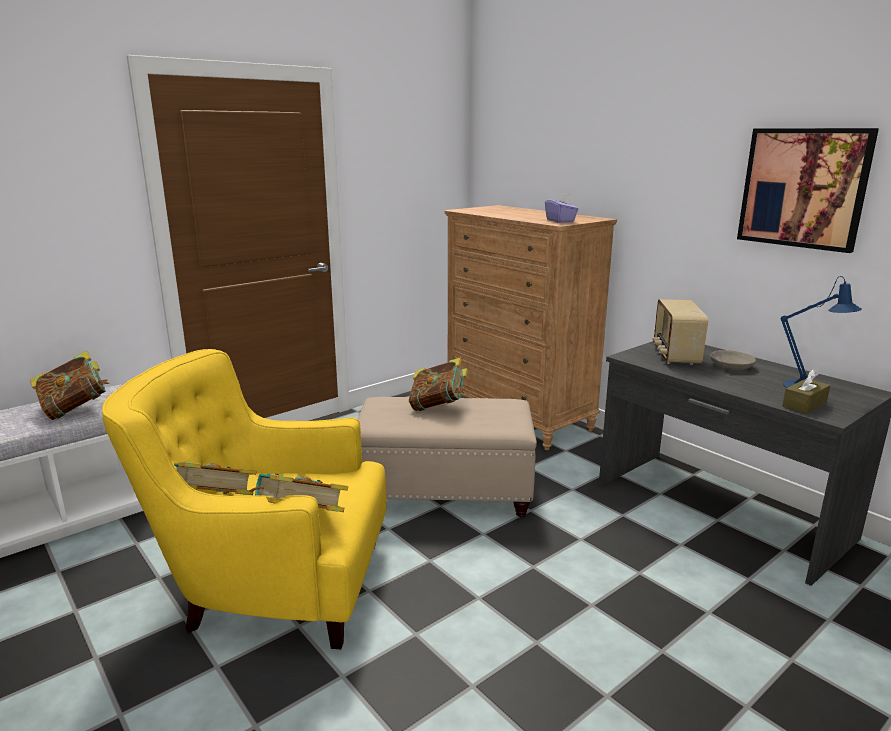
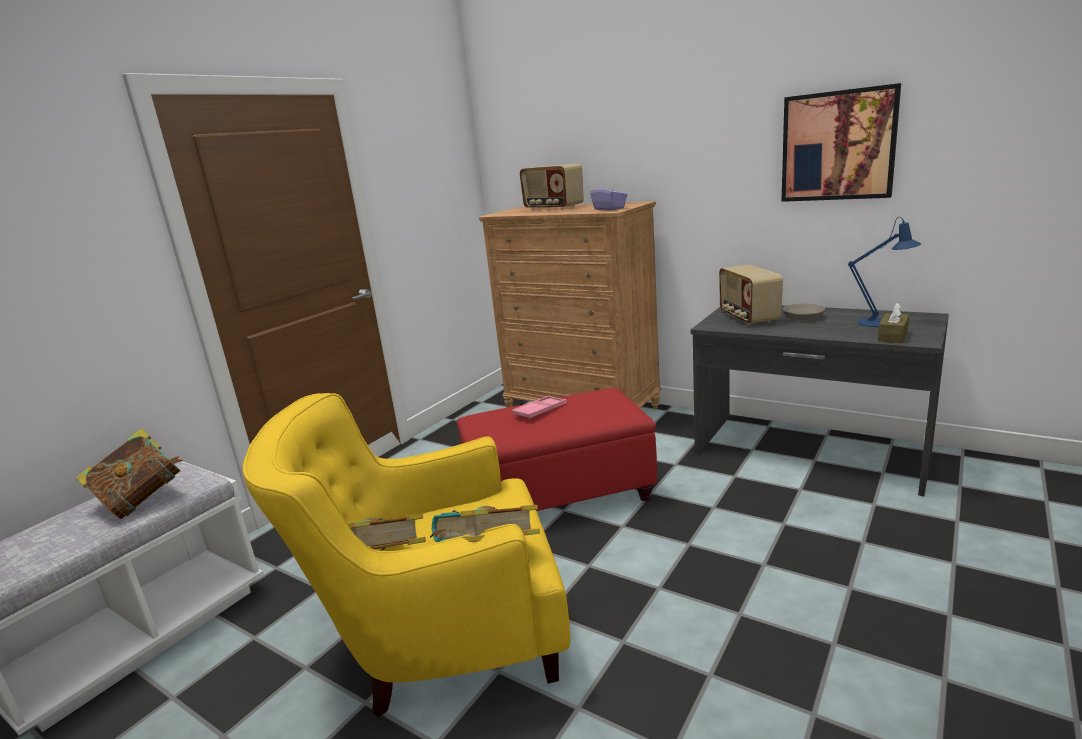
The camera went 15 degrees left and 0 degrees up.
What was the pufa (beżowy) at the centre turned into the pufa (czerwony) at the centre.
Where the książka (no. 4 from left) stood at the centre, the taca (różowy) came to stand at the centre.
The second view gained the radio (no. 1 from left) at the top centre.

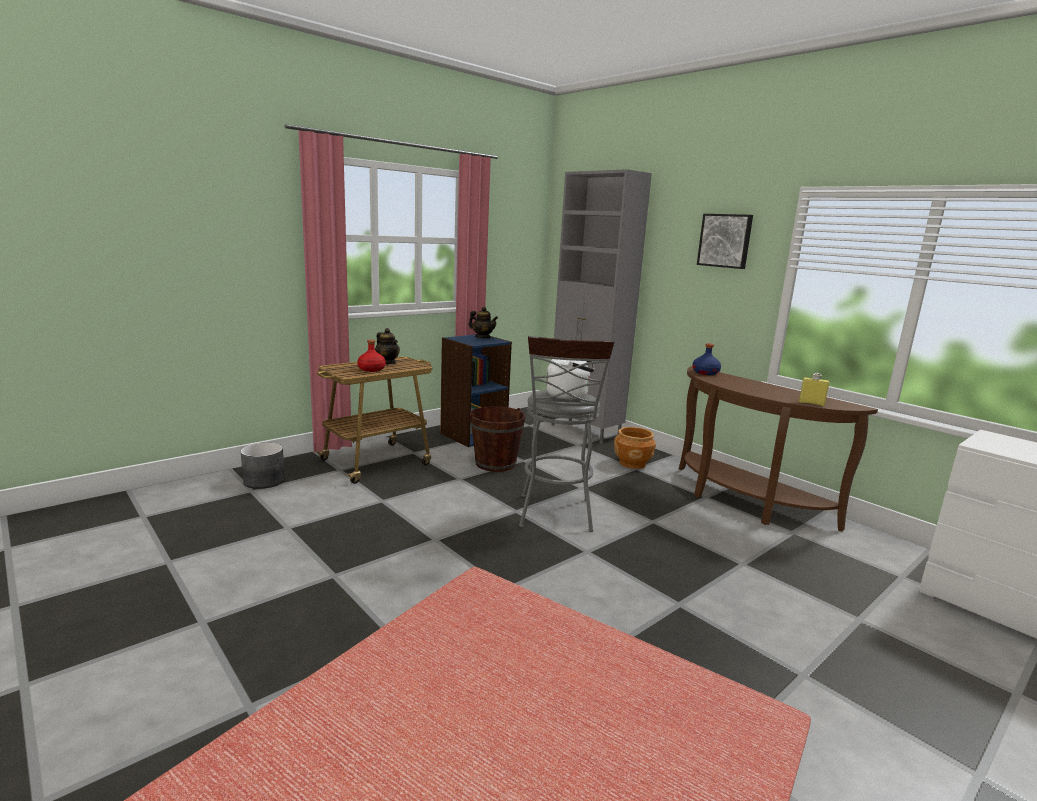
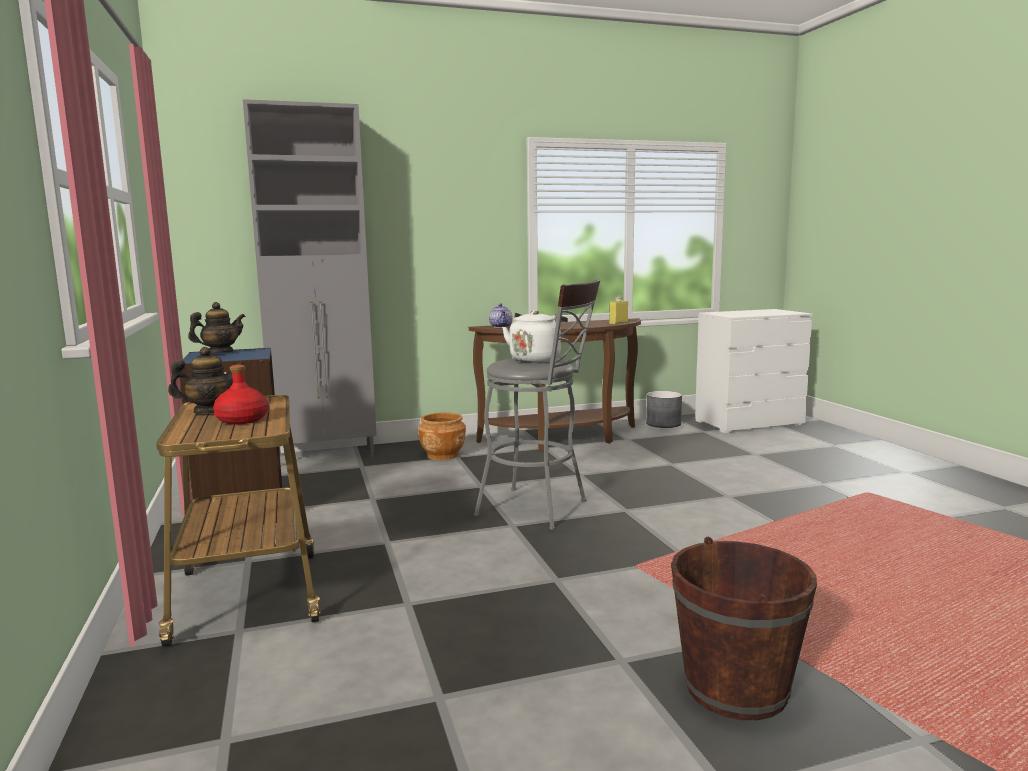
The camera went 65 degrees left and 5 degrees down.
Where the butelka (niebieski) stood at the middle right, the imbryk (no. 3 from left) came to stand at the centre.
The donica (szary) ended up elsewhere, having gone from the middle left to the centre.
The wiadro (brązowy) ended up elsewhere, having gone from the centre to the bottom right.
The second view lost the obraz at the top right.

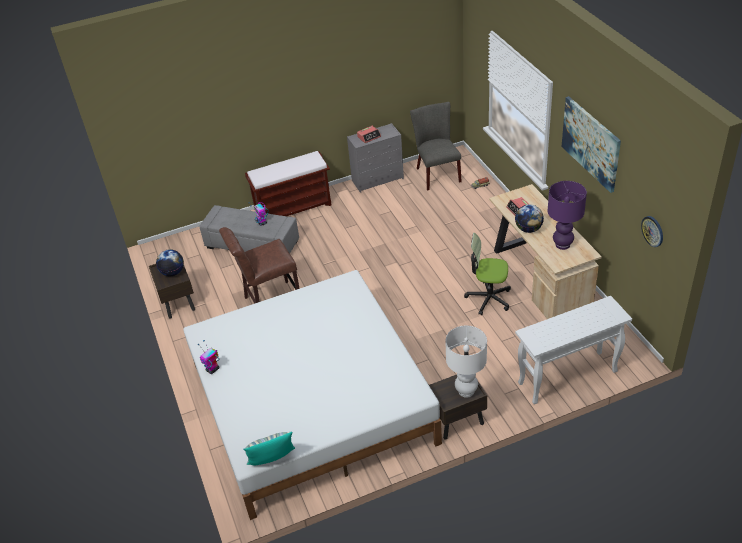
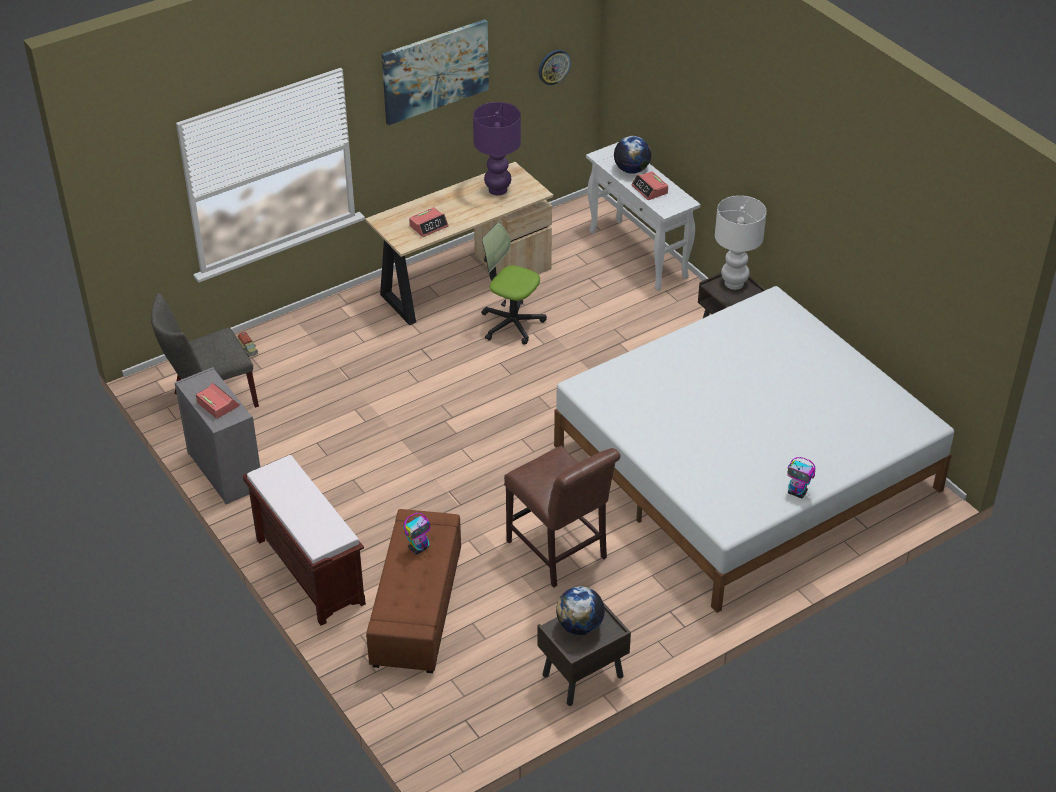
The camera went 105 degrees left and 0 degrees up.
What was the pufa (szary) at the centre turned into the pufa (brązowy) at the bottom centre.
The krzesło biurowe at the centre ended up facing another way, 120 degrees clockwise from before.
The globus (no. 2 from left) ended up elsewhere, having gone from the middle right to the top centre.
The second view gained the budzik (no. 3 from left) at the top centre.
The second view lost the poduszka at the bottom centre.

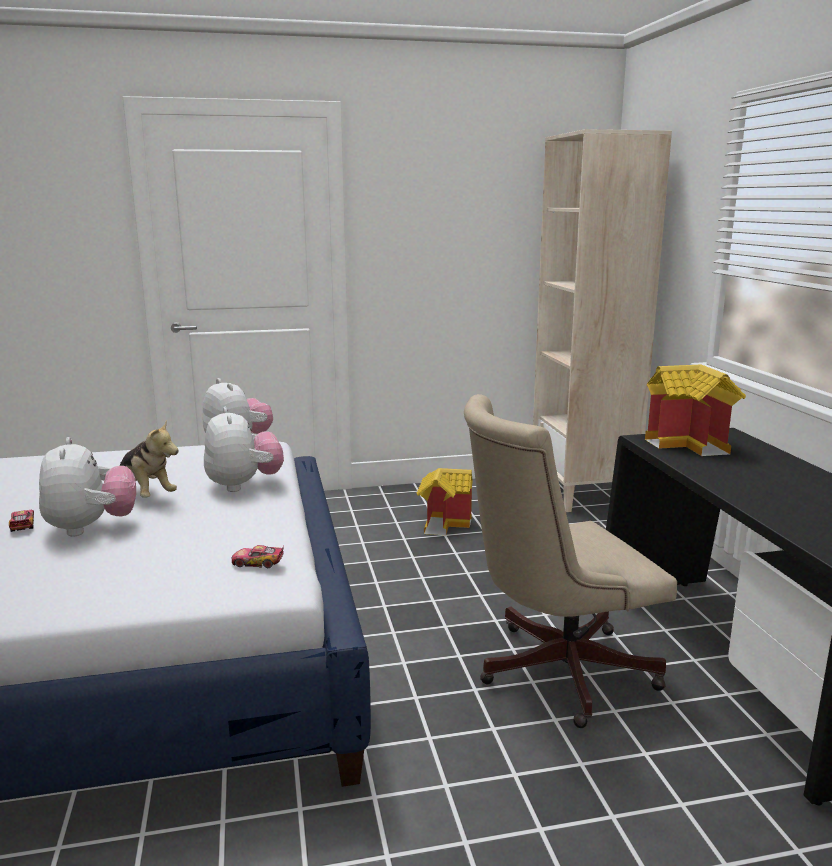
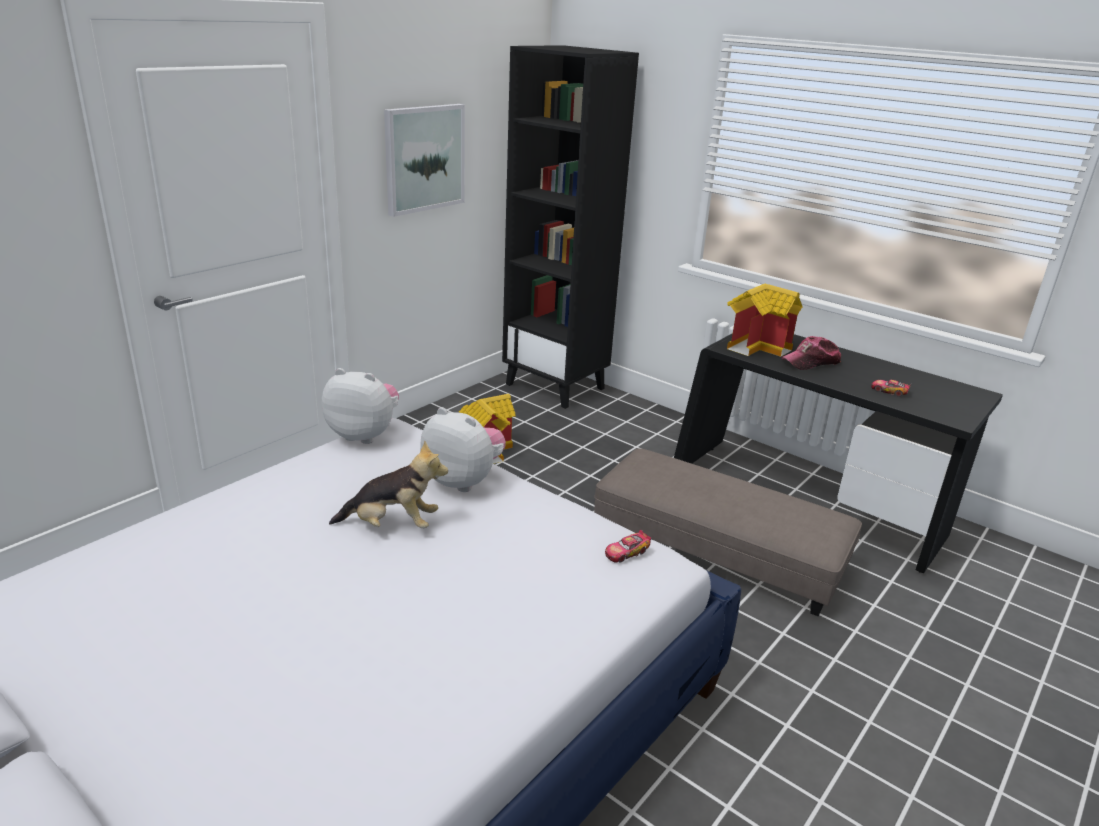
The camera went 40 degrees left and 10 degrees up.
The second view gained the obraz at the top centre.
What was the regał (beżowy) at the middle right turned into the regał (czarny) at the top centre.
Where the krzesło biurowe (beżowy) stood at the middle right, the pufa (szary) came to stand at the centre.
The second view gained the czapka z daszkiem at the middle right.
The samochodzik (no. 1 from left in the first image) ended up elsewhere, having gone from the middle left to the middle right.
The second view lost the pluszak (no. 1 from left) at the middle left.

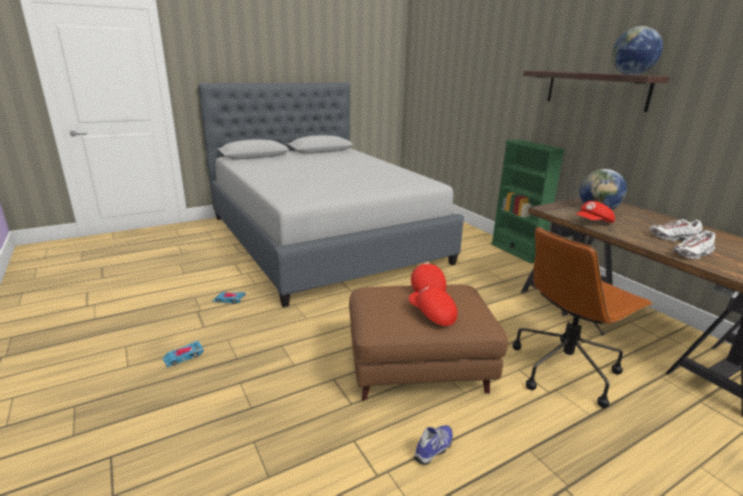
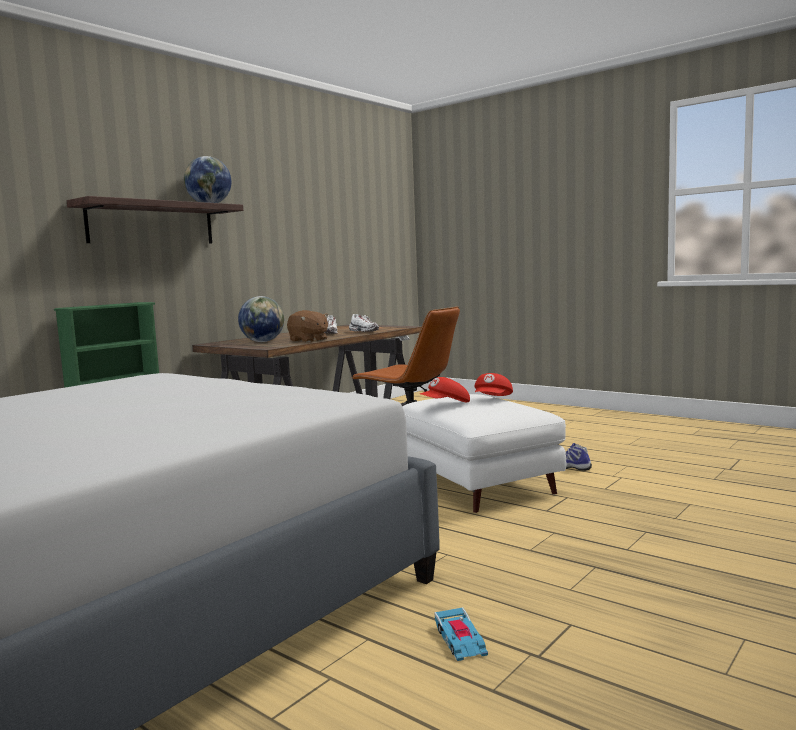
The camera went 110 degrees left and 15 degrees down.
Where the czapka z daszkiem (czerwony) (no. 3 from left) stood at the middle right, the pluszak (brązowy) came to stand at the centre.
What was the pufa (brązowy) at the bottom centre turned into the pufa (biały) at the centre.
The second view lost the samochodzik (no. 1 from left) at the bottom left.

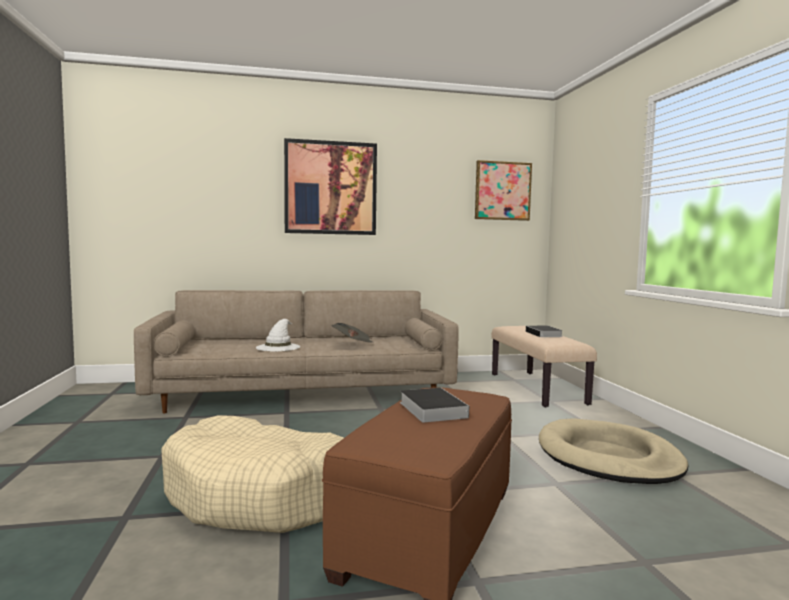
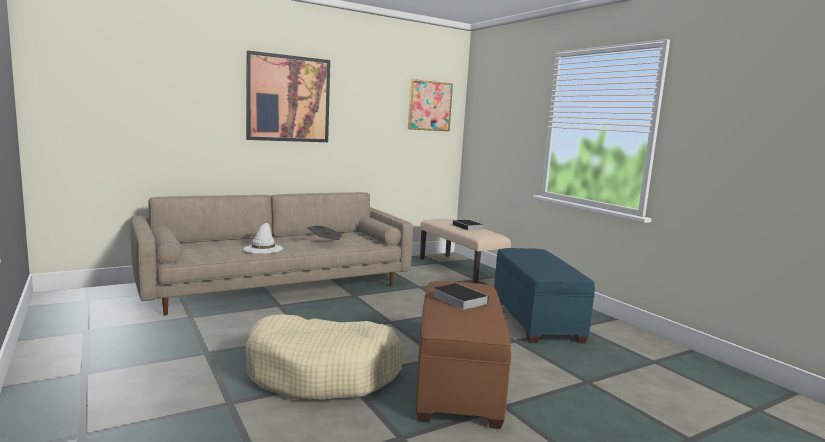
The camera went 20 degrees left and 5 degrees up.
Where the legowisko (beżowy) (no. 2 from left) stood at the bottom right, the pufa (niebieski) came to stand at the bottom centre.

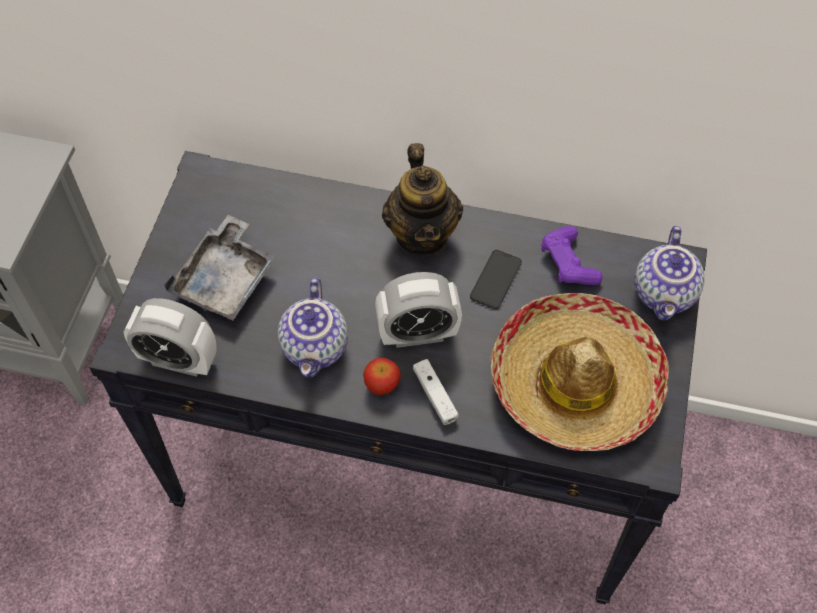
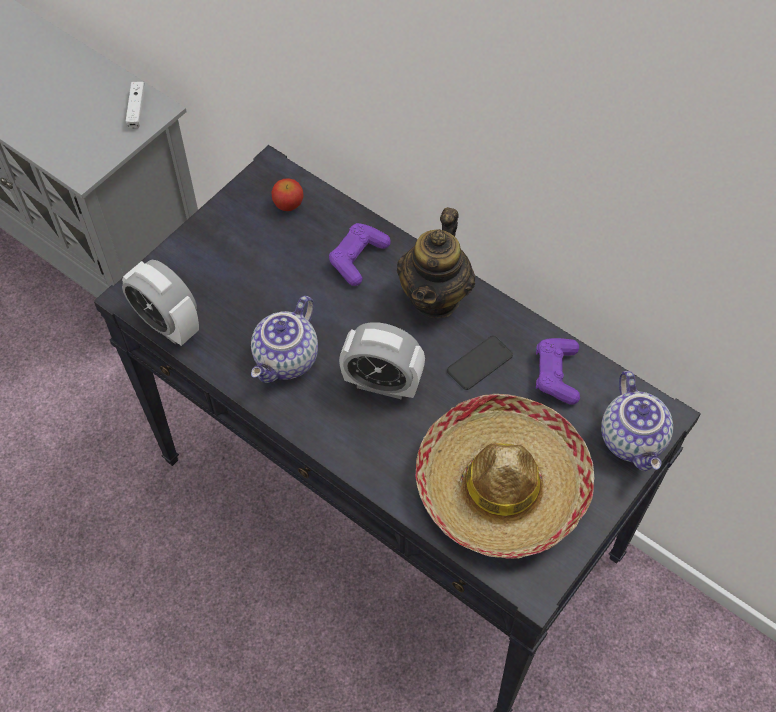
The camera went 25 degrees right and 0 degrees up.
The pad do gier (biały) ended up elsewhere, having gone from the centre to the top left.
The jabłko ended up elsewhere, having gone from the centre to the top centre.
The second view gained the pad do gier (fioletowy) (no. 1 from left) at the centre.
The imbryk (no. 3 from left) at the middle right ended up facing another way, 45 degrees counterclockwise from before.
The second view lost the taca (szary) at the middle left.

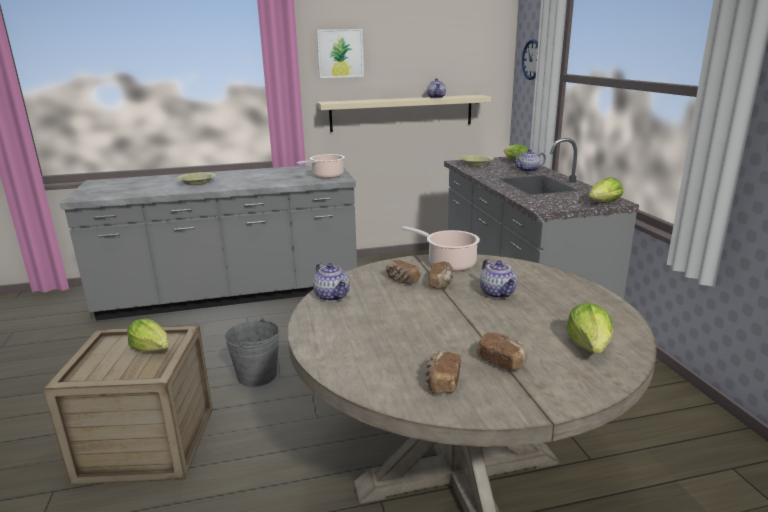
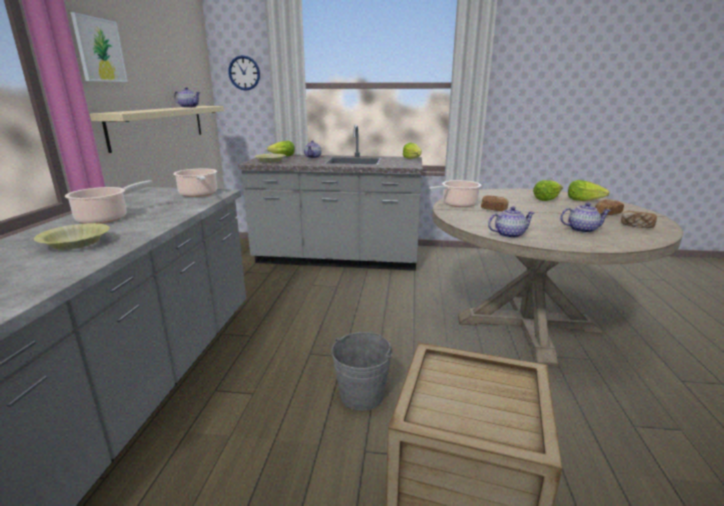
The camera went 70 degrees left and 0 degrees up.
The second view gained the garnek (no. 1 from left) at the middle left.
The sałata (no. 1 from left in the first image) ended up elsewhere, having gone from the middle left to the middle right.
The imbryk (no. 3 from left in the first image) ended up elsewhere, having gone from the centre to the middle right.
The second view lost the chleb (no. 1 from left) at the centre.

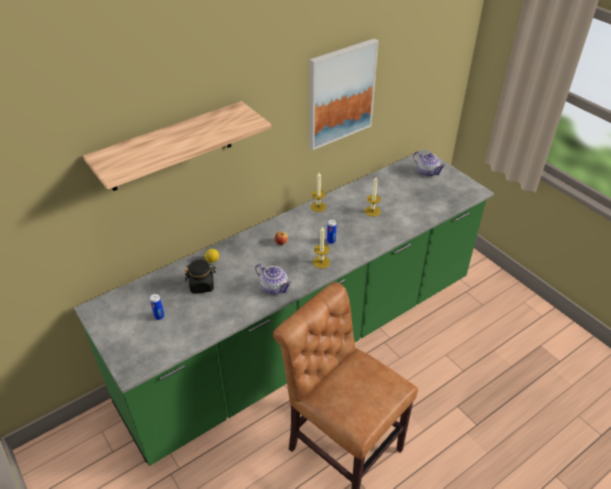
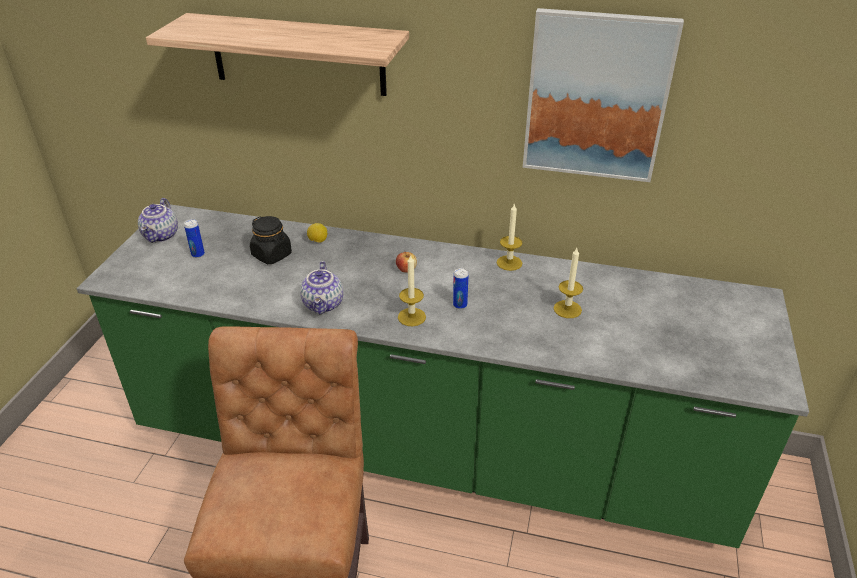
The camera went 50 degrees right and 5 degrees down.
The imbryk (no. 2 from left in the first image) ended up elsewhere, having gone from the middle right to the middle left.

